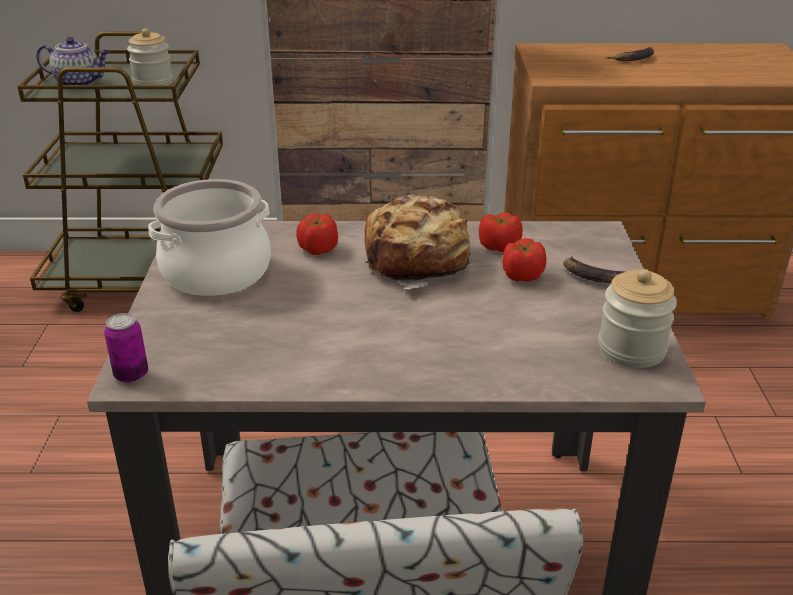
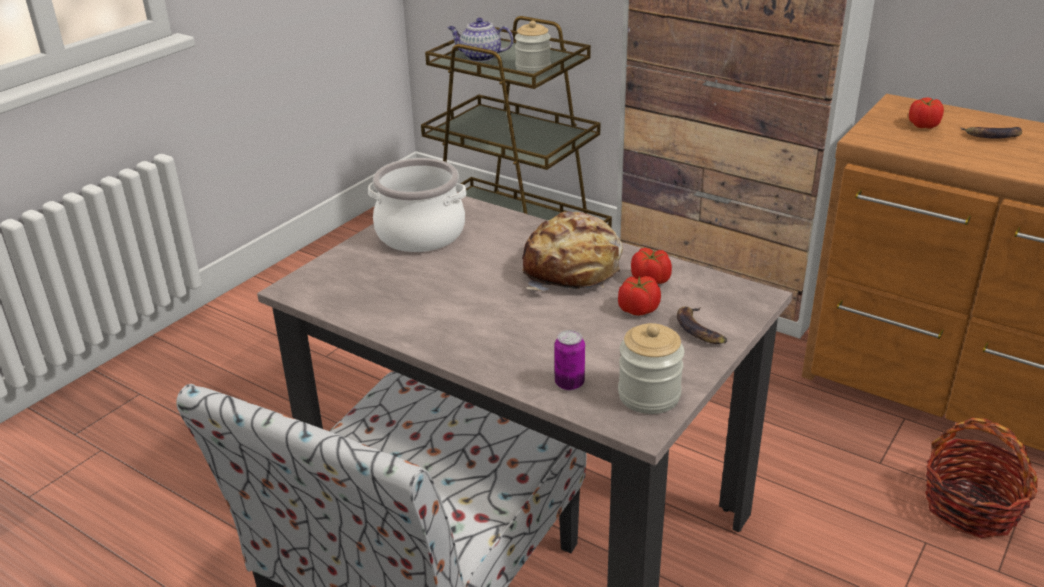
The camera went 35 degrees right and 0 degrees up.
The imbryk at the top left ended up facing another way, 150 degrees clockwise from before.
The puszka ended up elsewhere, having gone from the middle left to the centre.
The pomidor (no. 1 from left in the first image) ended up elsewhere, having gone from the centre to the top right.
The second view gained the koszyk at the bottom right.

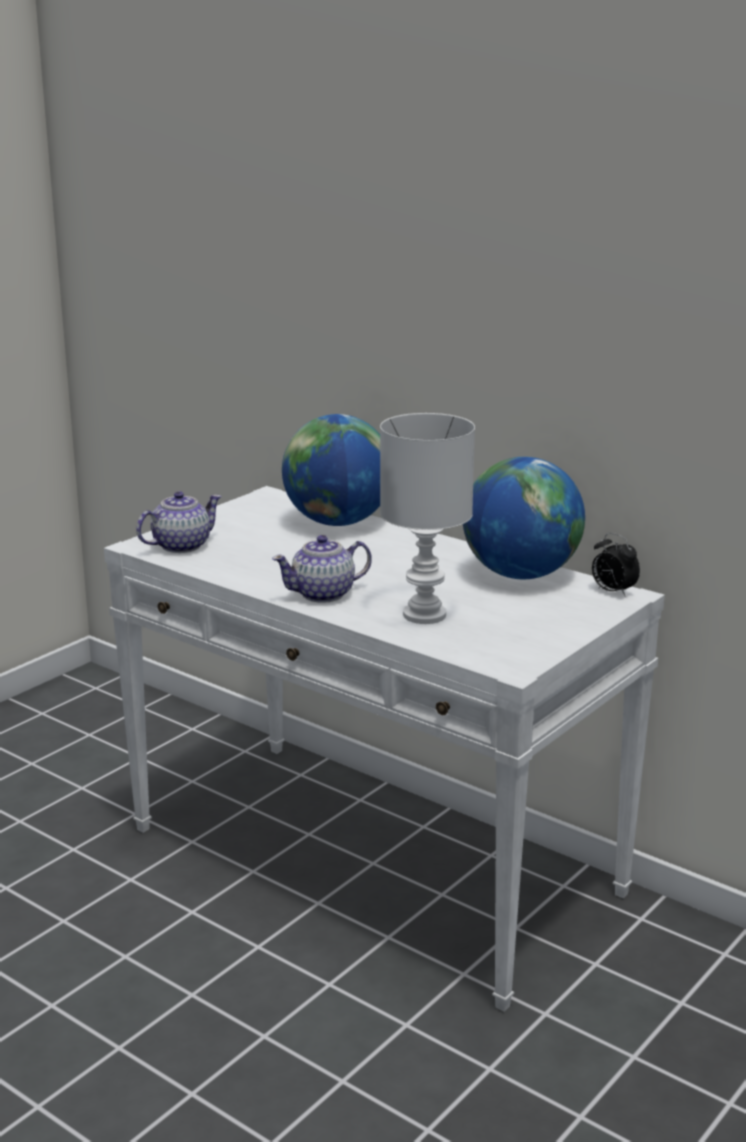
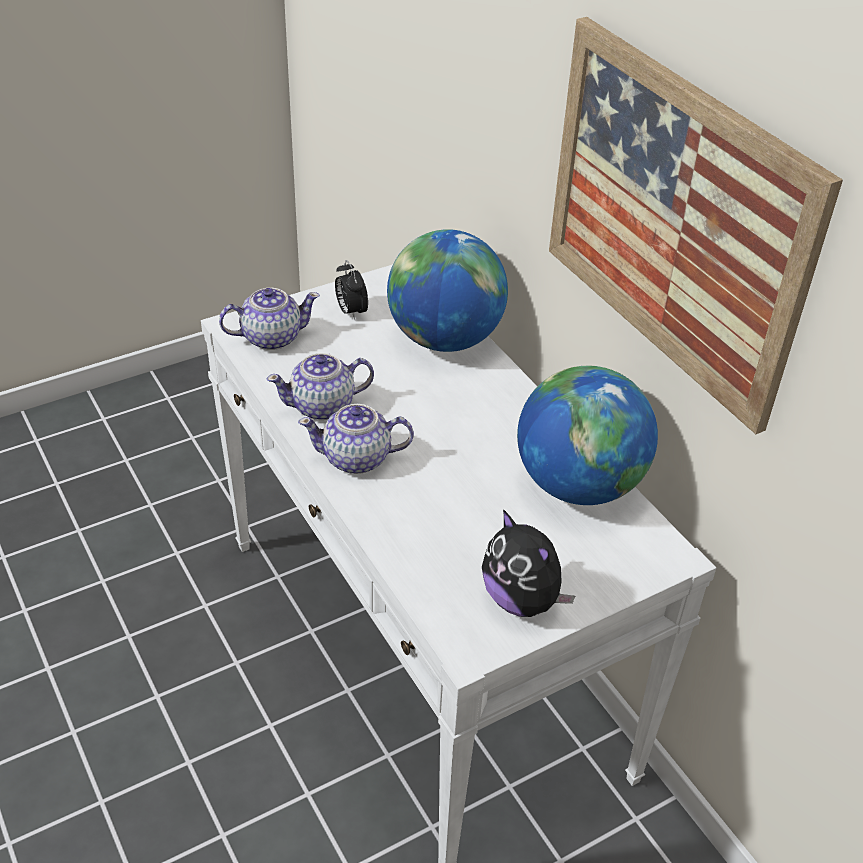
The camera went 20 degrees right and 20 degrees up.
The second view gained the imbryk (no. 2 from left) at the centre.
The budzik ended up elsewhere, having gone from the middle right to the centre.
The second view gained the pluszak at the centre.
The second view gained the obraz at the top right.
The second view lost the lampa stołowa (biały) at the centre.

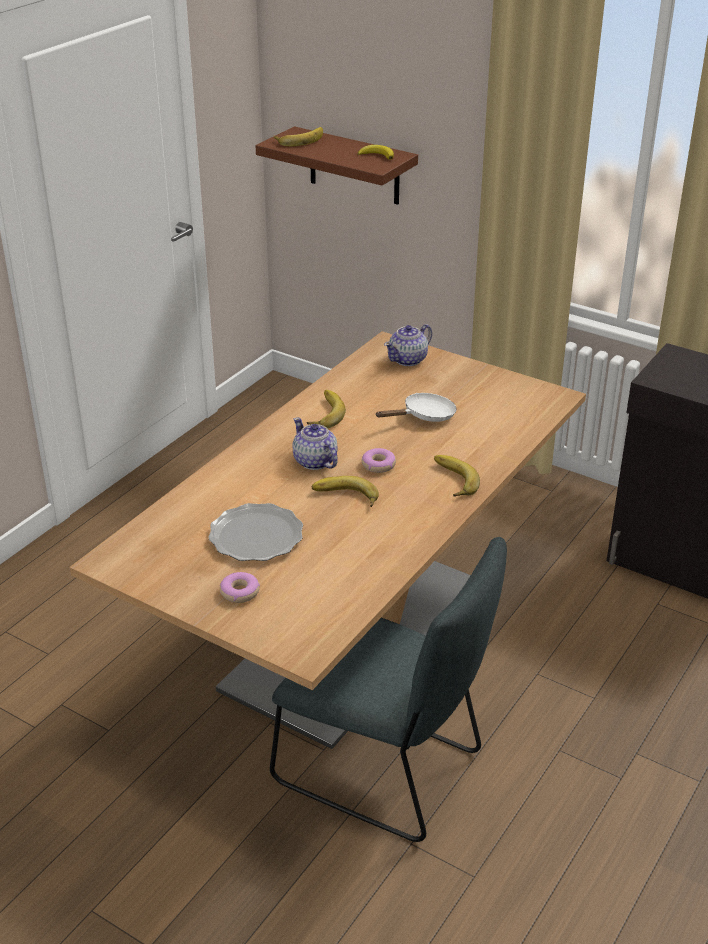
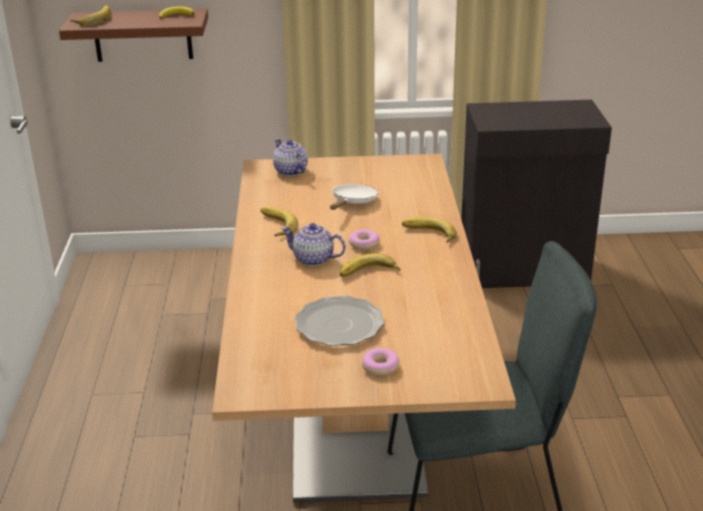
The camera went 35 degrees left and 5 degrees down.
The imbryk (no. 2 from left in the first image) at the centre ended up facing another way, 135 degrees clockwise from before.

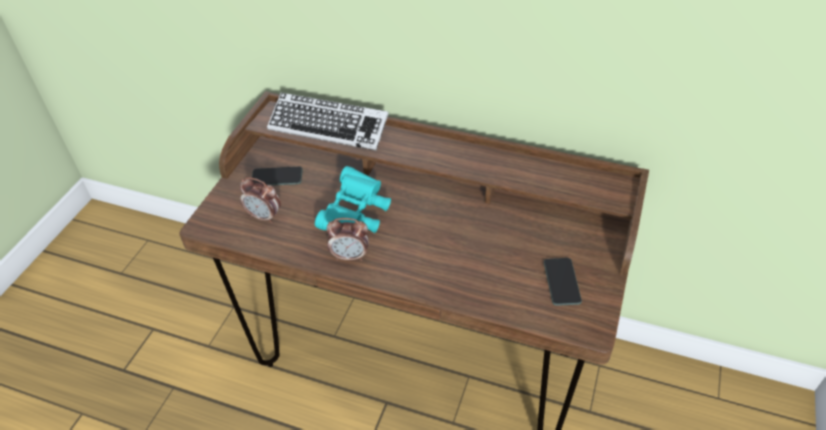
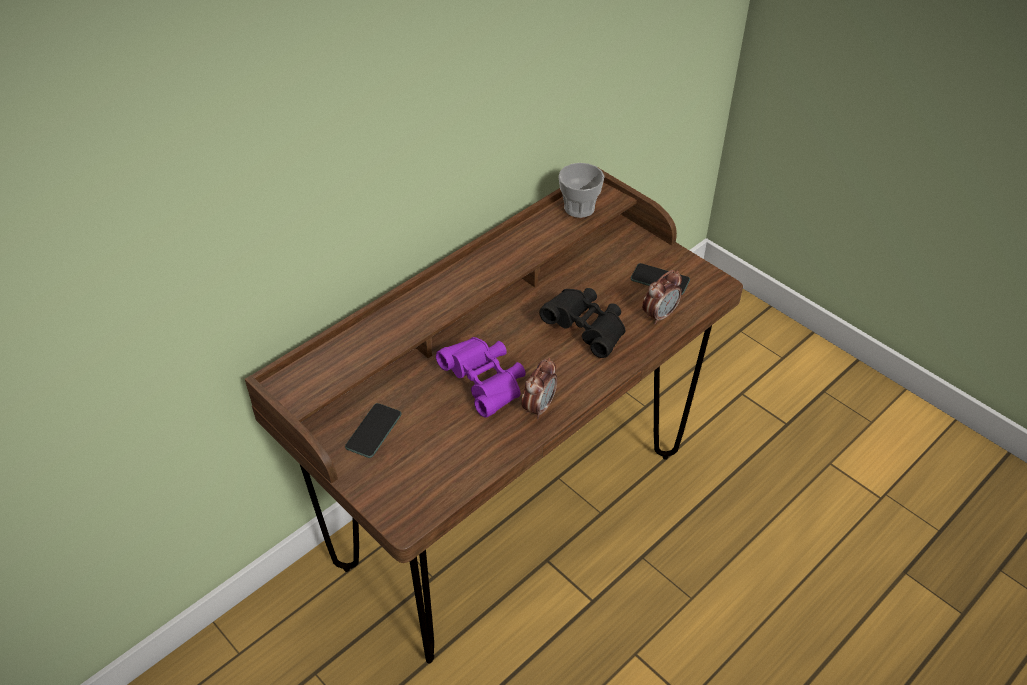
The camera went 65 degrees left and 0 degrees up.
What was the lornetka (turkusowy) at the centre turned into the lornetka (fioletowy) at the centre.
The second view gained the lornetka (czarny) at the centre.
The second view gained the filiżanka at the top centre.
The budzik (no. 1 from left in the first image) ended up elsewhere, having gone from the middle left to the centre.
The second view lost the klawiatura at the top centre.

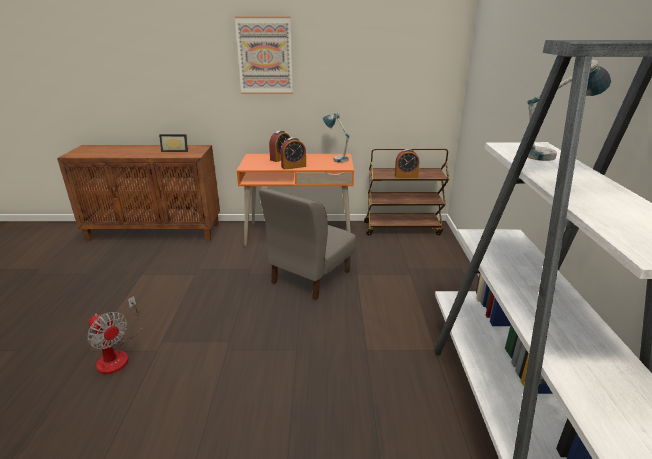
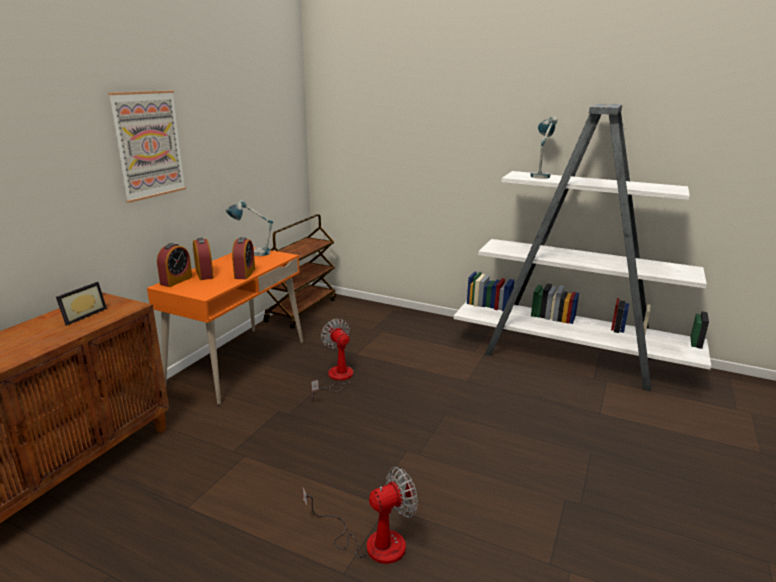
The camera went 65 degrees left and 5 degrees down.
The budzik (no. 3 from left in the first image) ended up elsewhere, having gone from the centre to the middle left.
Where the krzesło (szary) stood at the centre, the wentylator (no. 1 from left) came to stand at the centre.

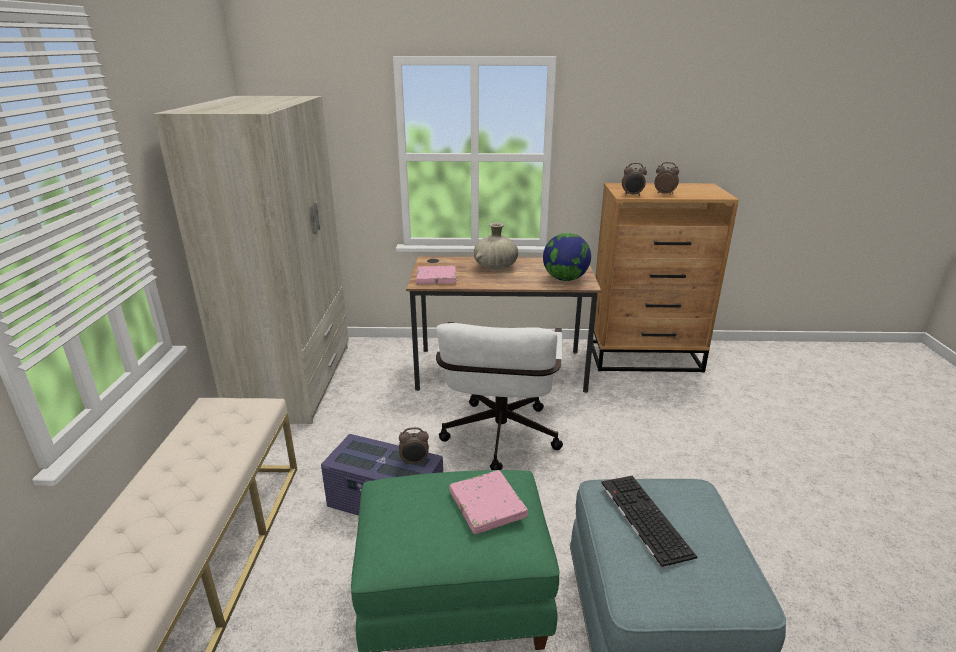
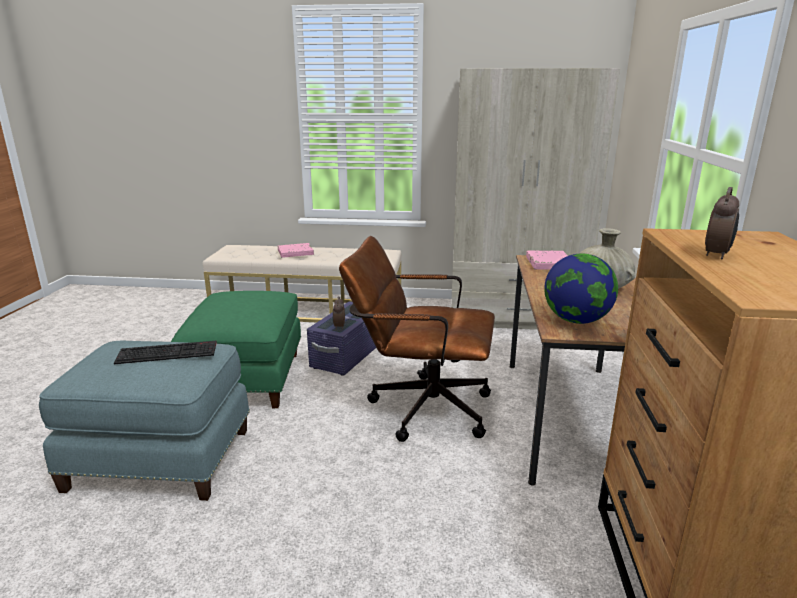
The camera went 95 degrees right and 5 degrees down.
The książka (różowy) (no. 2 from left in the first image) ended up elsewhere, having gone from the bottom centre to the centre.
What was the krzesło biurowe (biały) at the centre turned into the krzesło biurowe (brązowy) at the centre.
The second view lost the budzik (no. 2 from left) at the top centre.

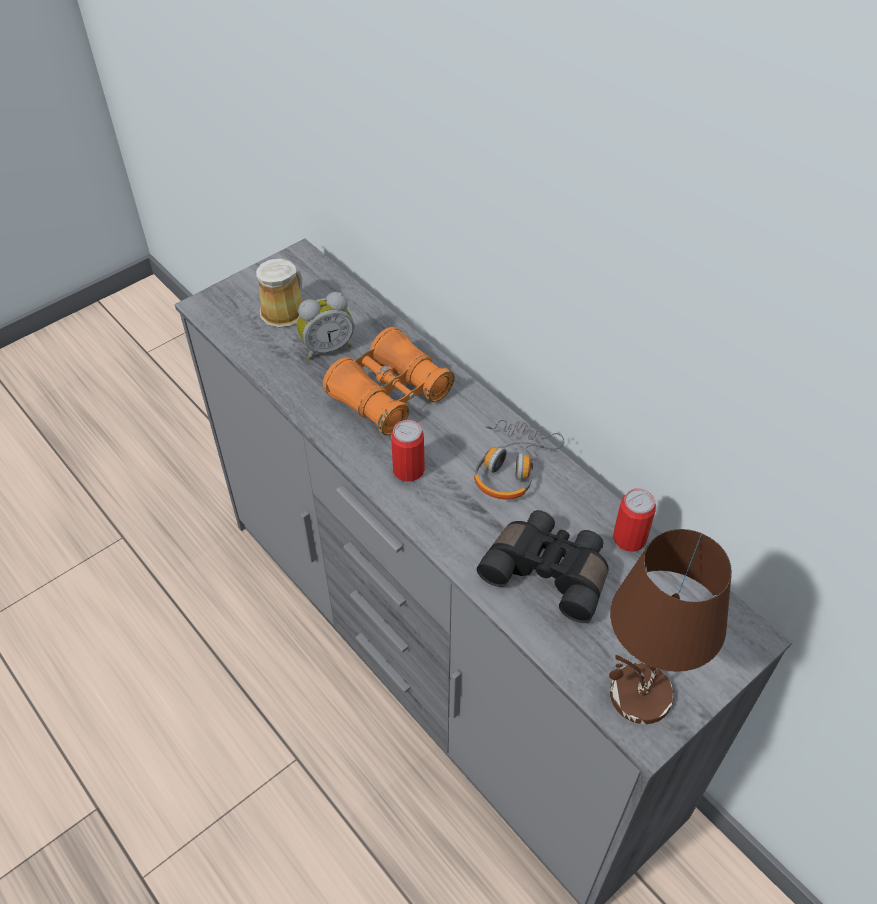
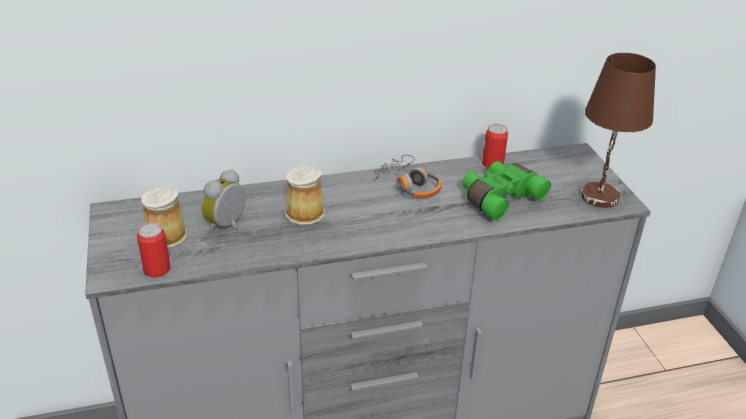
The camera went 65 degrees left and 15 degrees down.
The puszka (no. 1 from left) ended up elsewhere, having gone from the centre to the middle left.
The budzik at the centre ended up facing another way, 150 degrees counterclockwise from before.
Where the lornetka (pomarańczowy) stood at the centre, the kubek (no. 2 from left) came to stand at the centre.
What was the lornetka (czarny) at the centre turned into the lornetka (zielony) at the middle right.

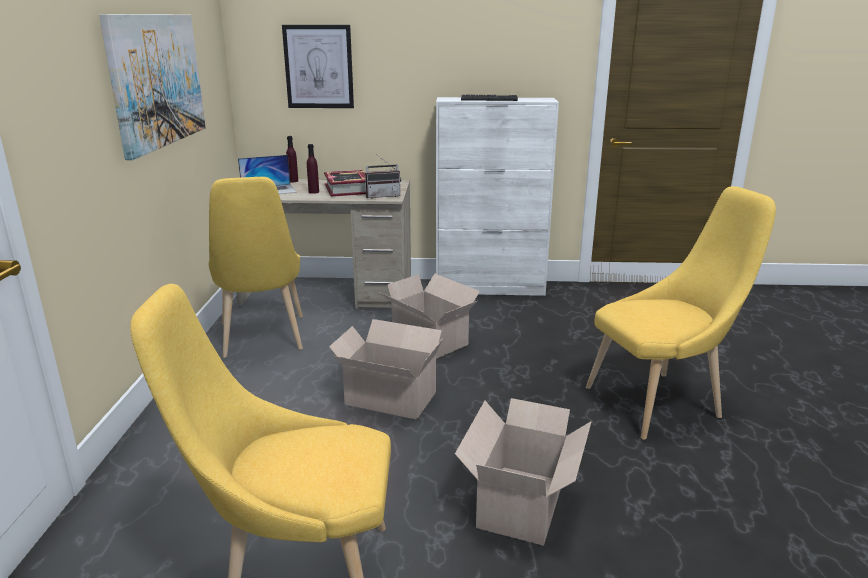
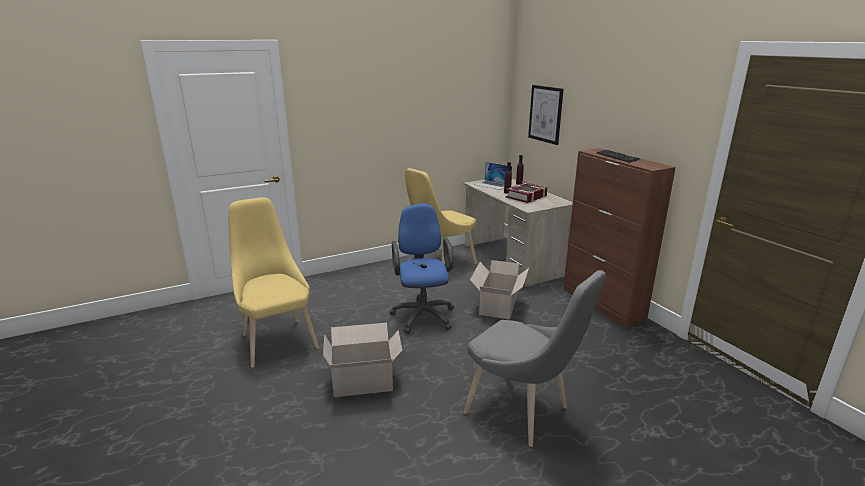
The camera went 60 degrees right and 0 degrees up.
Where the karton (no. 1 from left) stood at the centre, the krzesło biurowe (niebieski) came to stand at the centre.
What was the krzesło (żółty) (no. 3 from left) at the middle right turned into the krzesło (szary) at the bottom centre.
What was the szafka (biały) at the centre turned into the szafka (brązowy) at the middle right.
The second view lost the obraz (no. 1 from left) at the top left.
The second view lost the radio at the top centre.

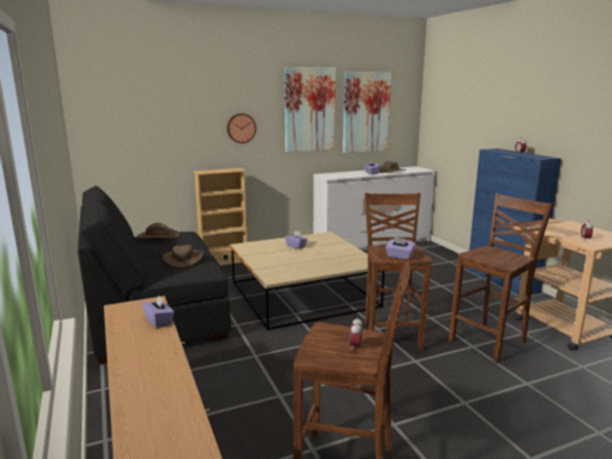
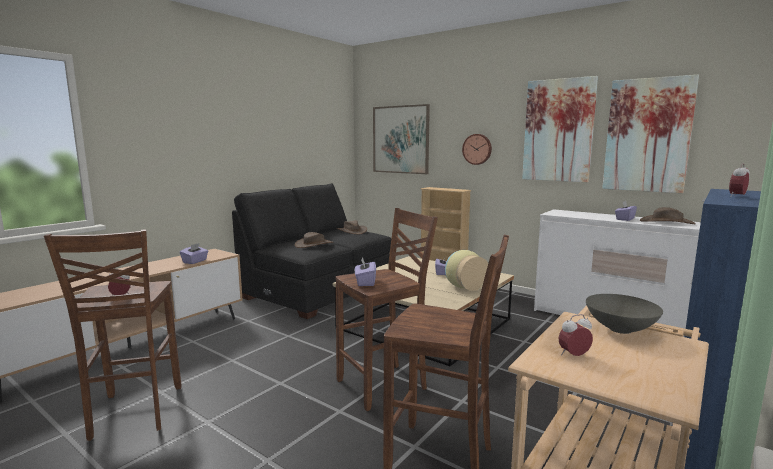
The camera went 60 degrees right and 5 degrees down.
The second view gained the obraz (no. 1 from left) at the top centre.
The second view gained the wazon at the centre.
The second view gained the miska (szary) at the bottom right.

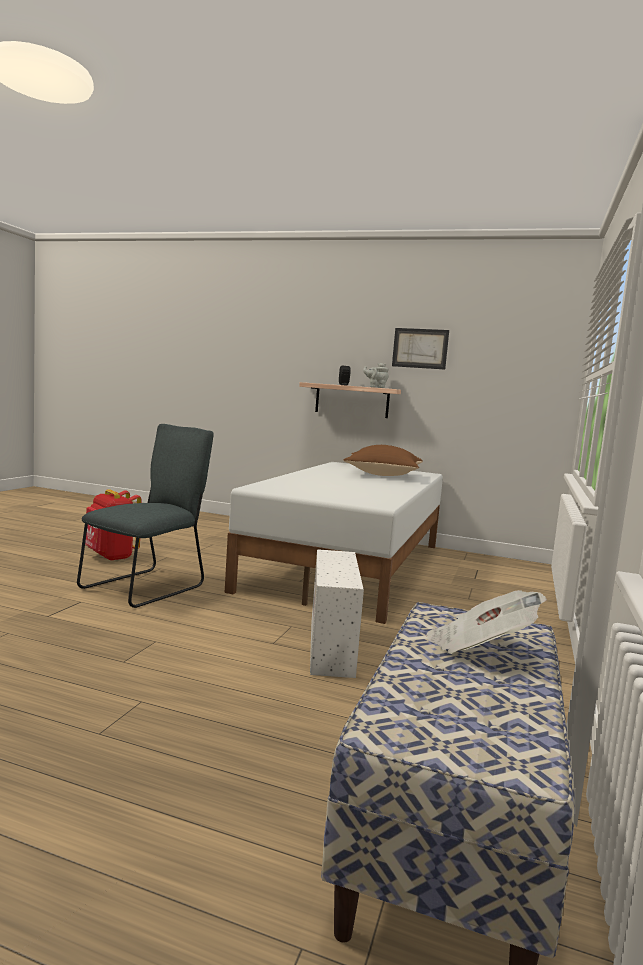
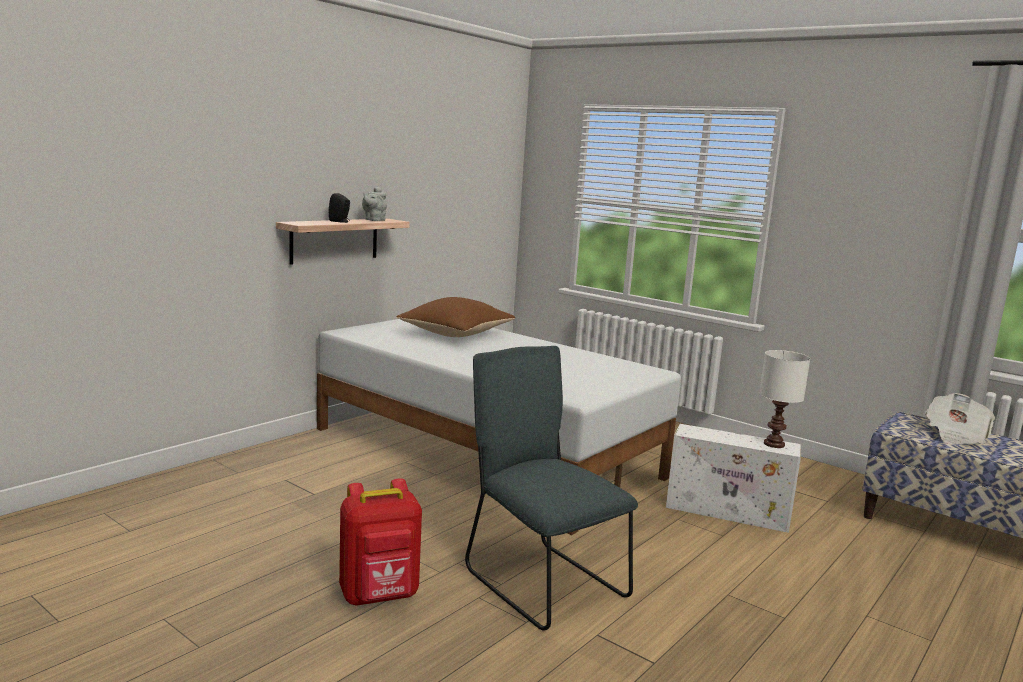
The camera went 70 degrees left and 5 degrees up.
The second view gained the lampa stołowa (biały) at the middle right.
The second view lost the obraz at the centre.

